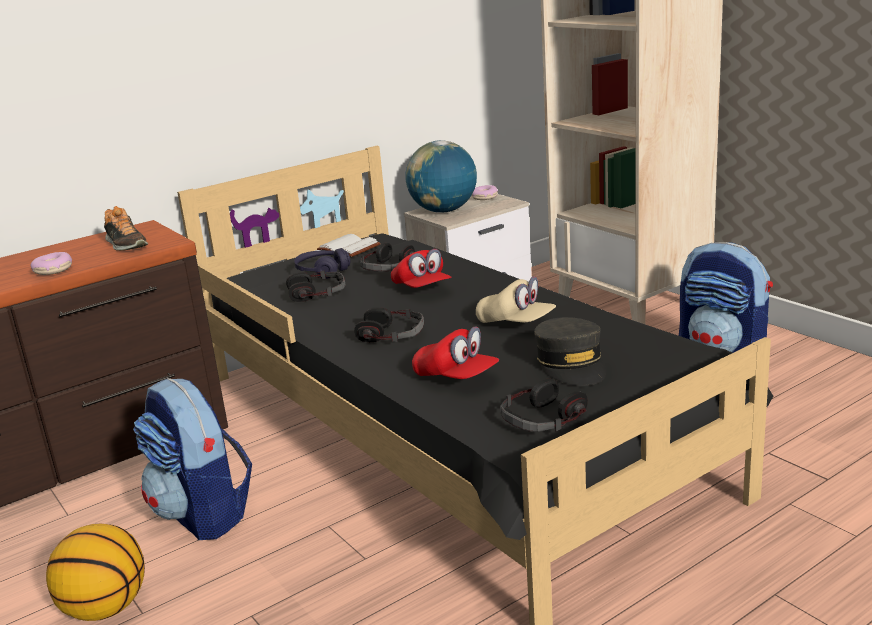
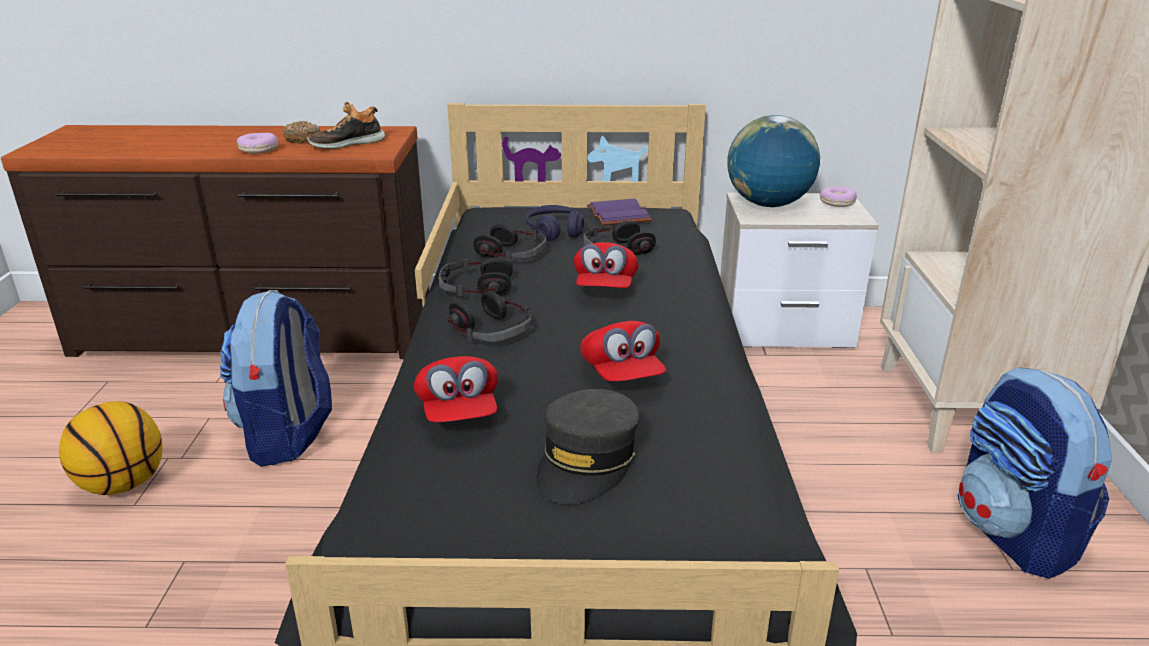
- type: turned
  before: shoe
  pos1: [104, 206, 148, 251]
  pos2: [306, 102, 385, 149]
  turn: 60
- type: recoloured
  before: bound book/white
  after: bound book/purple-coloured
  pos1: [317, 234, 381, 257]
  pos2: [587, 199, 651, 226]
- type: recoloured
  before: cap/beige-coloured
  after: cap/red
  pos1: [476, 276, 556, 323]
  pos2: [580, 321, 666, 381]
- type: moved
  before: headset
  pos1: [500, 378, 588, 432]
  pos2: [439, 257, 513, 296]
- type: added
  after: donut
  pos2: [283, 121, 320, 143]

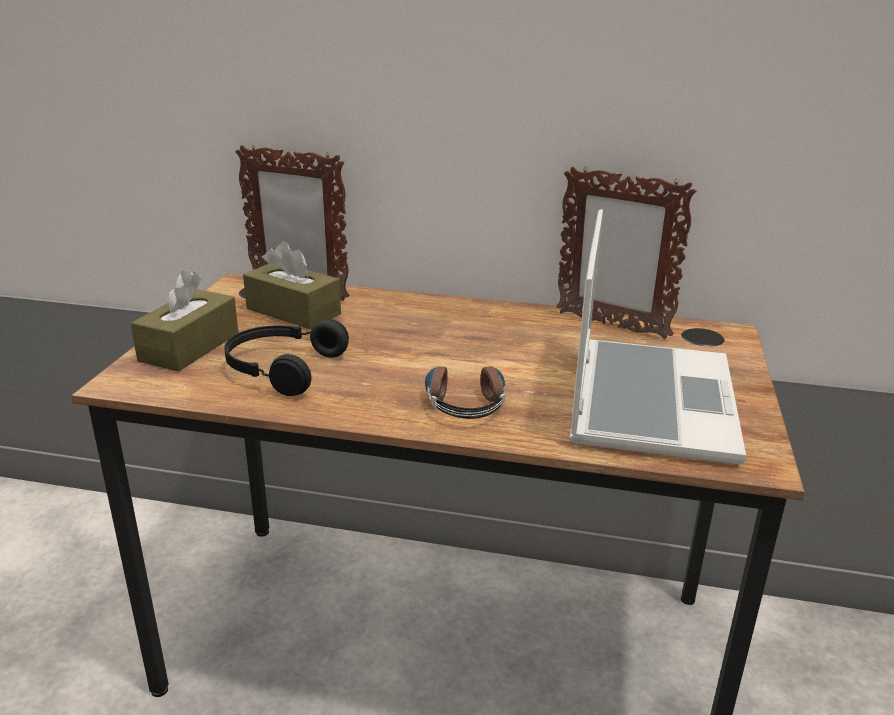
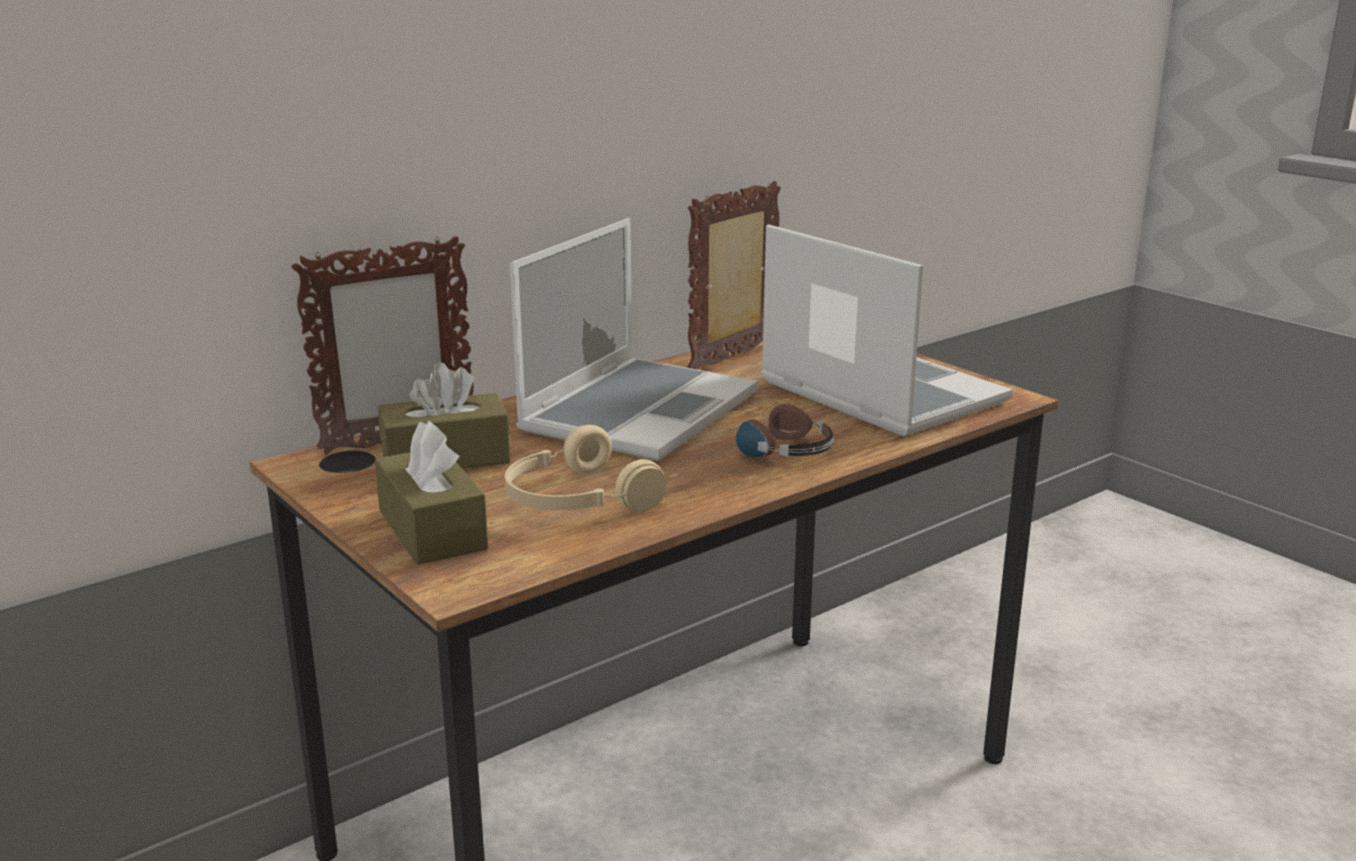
- type: recoloured
  before: headset/black
  after: headset/beige-coloured
  pos1: [224, 319, 349, 396]
  pos2: [505, 425, 666, 512]
- type: turned
  before: photo frame
  pos1: [556, 167, 696, 339]
  pos2: [688, 181, 781, 370]
  turn: 150
- type: added
  after: laptop
  pos2: [510, 218, 758, 461]

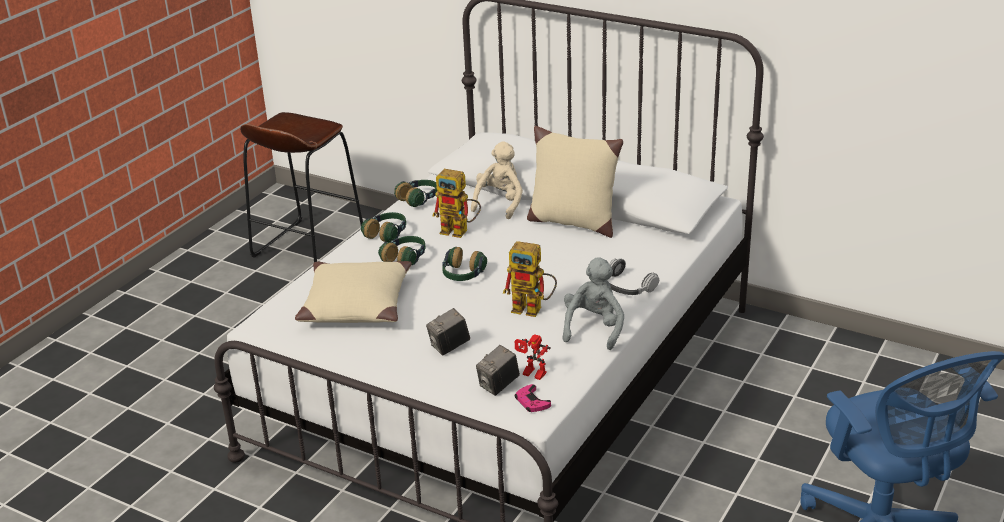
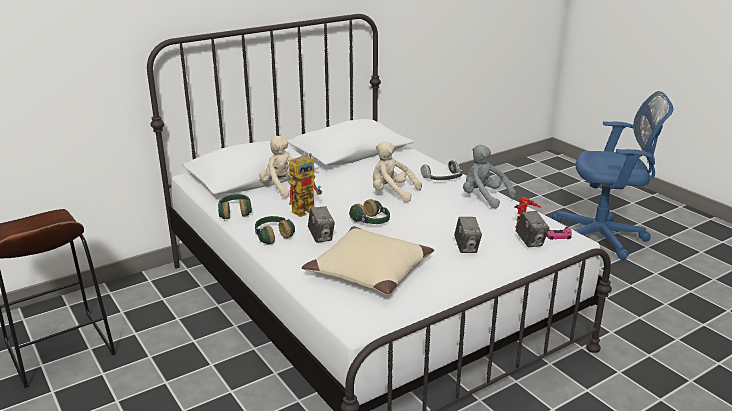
- type: replaced
  before: headset
  after: photo camera
  pos1: [378, 236, 426, 265]
  pos2: [308, 206, 335, 243]
- type: removed
  before: robot figure
  pos1: [503, 241, 557, 317]
- type: removed
  before: pillow/beige-coloured
  pos1: [527, 126, 623, 238]
- type: added
  after: plush toy/beige-coloured
  pos2: [373, 141, 422, 202]

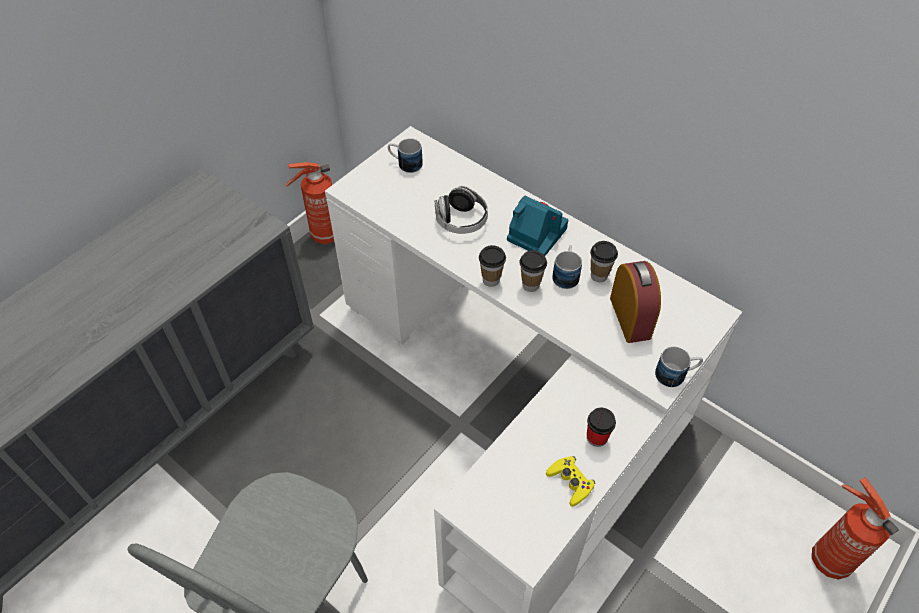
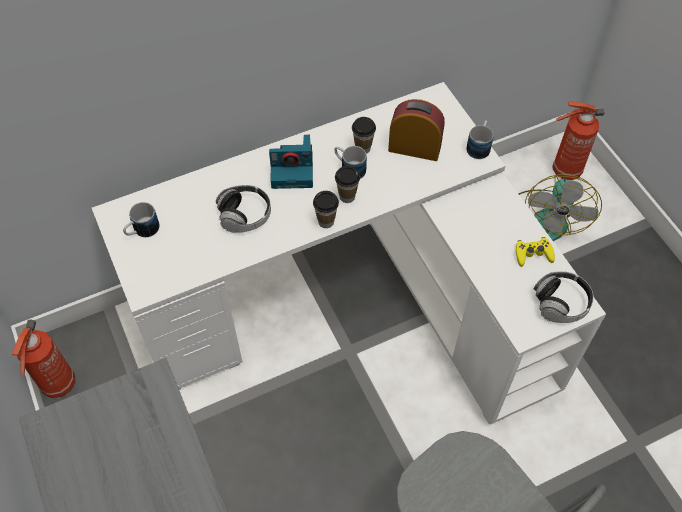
- type: turned
  before: photo camera
  pos1: [507, 196, 568, 256]
  pos2: [269, 135, 313, 189]
  turn: -150
- type: removed
  before: small cup
  pos1: [587, 408, 616, 447]
- type: added
  after: fan
  pos2: [518, 174, 602, 241]
- type: added
  after: headset
  pos2: [534, 271, 594, 323]

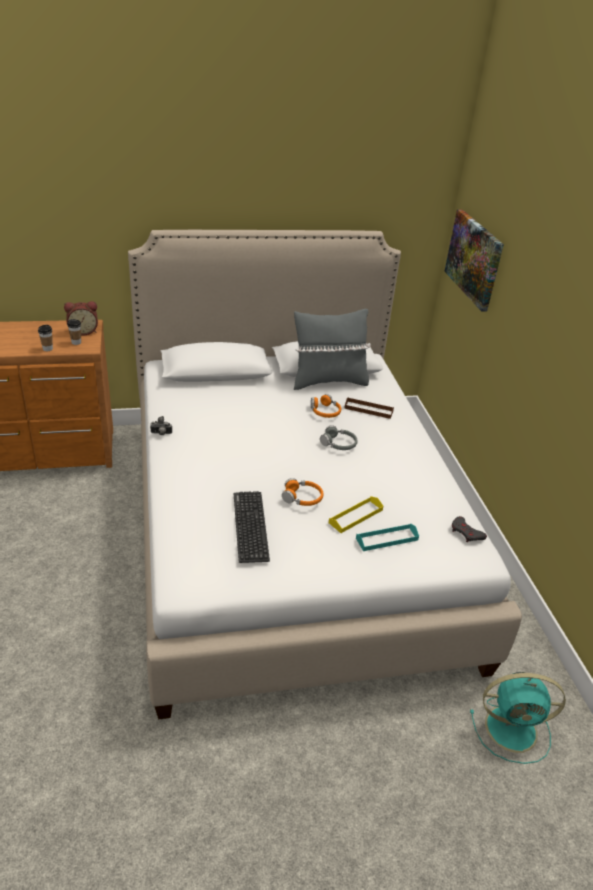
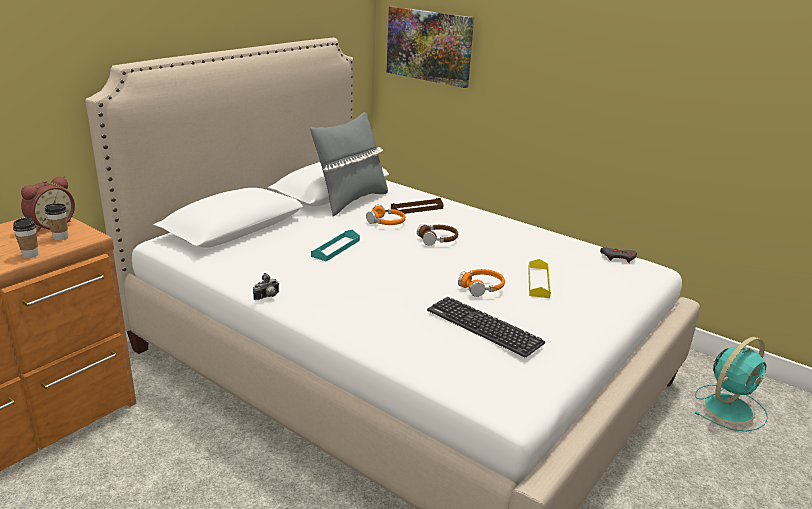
- type: recoloured
  before: headset/grey
  after: headset/brown
  pos1: [320, 425, 358, 450]
  pos2: [417, 224, 458, 245]
- type: moved
  before: tray/turquoise-coloured
  pos1: [356, 523, 419, 551]
  pos2: [311, 229, 360, 262]

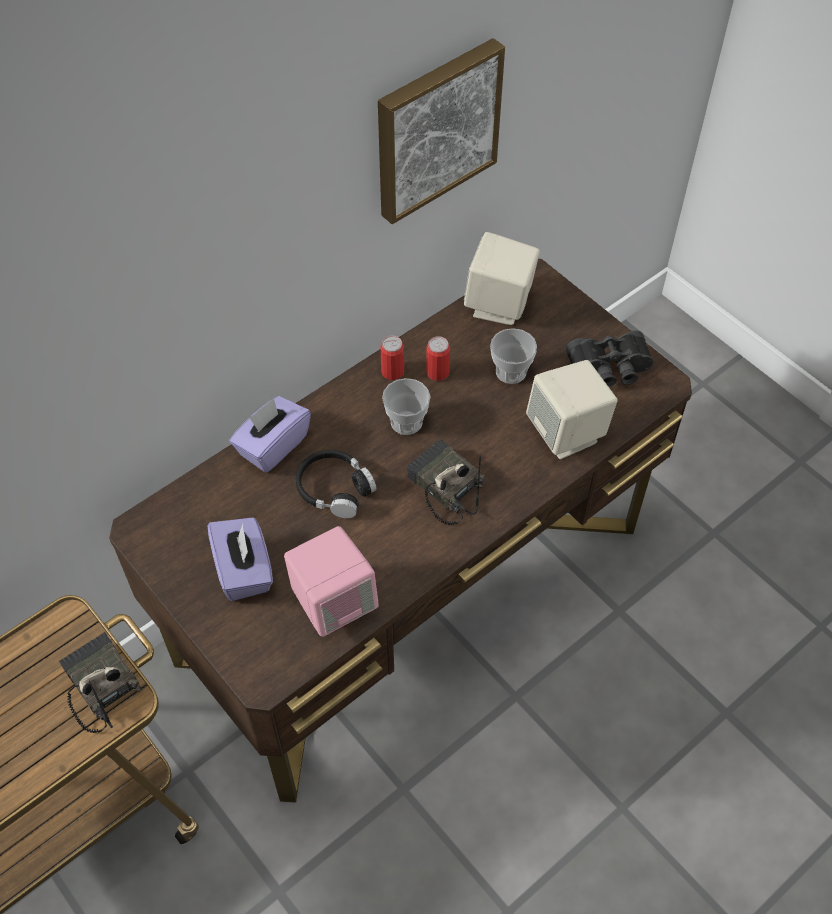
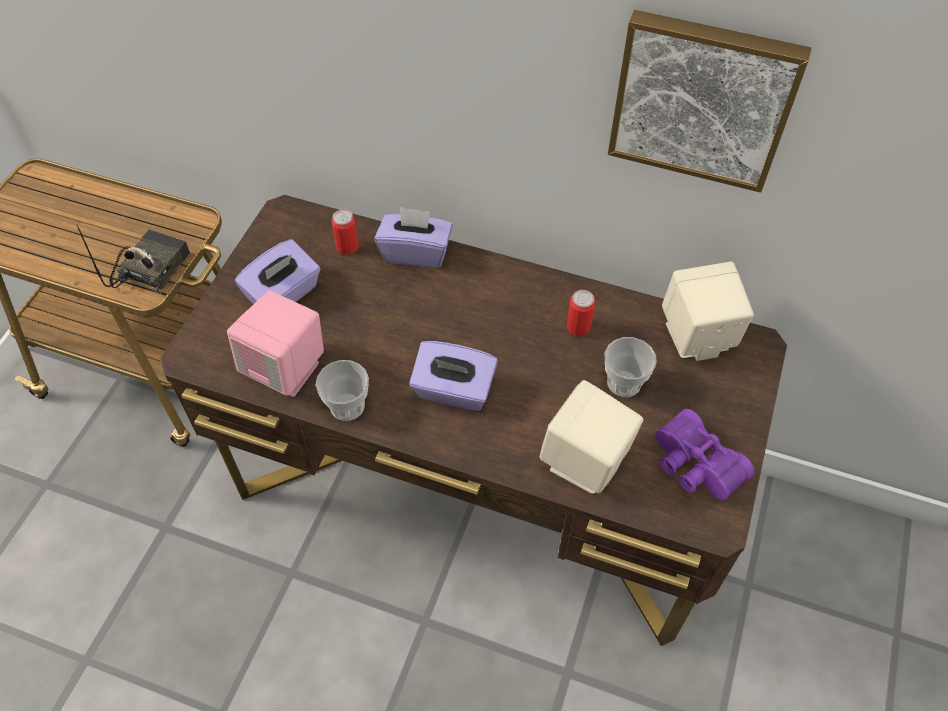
- type: removed
  before: headset/black
  pos1: [296, 450, 376, 518]
- type: moved
  before: sealed can
  pos1: [380, 336, 404, 380]
  pos2: [331, 209, 359, 255]
- type: moved
  before: small cup
  pos1: [382, 378, 431, 435]
  pos2: [315, 360, 369, 421]
- type: replaced
  before: radio
  after: tissue box/purple-coloured
  pos1: [407, 439, 485, 525]
  pos2: [409, 341, 498, 411]
- type: recoloured
  before: pair of binoculars/black
  after: pair of binoculars/purple-coloured
  pos1: [566, 331, 653, 387]
  pos2: [655, 409, 755, 500]

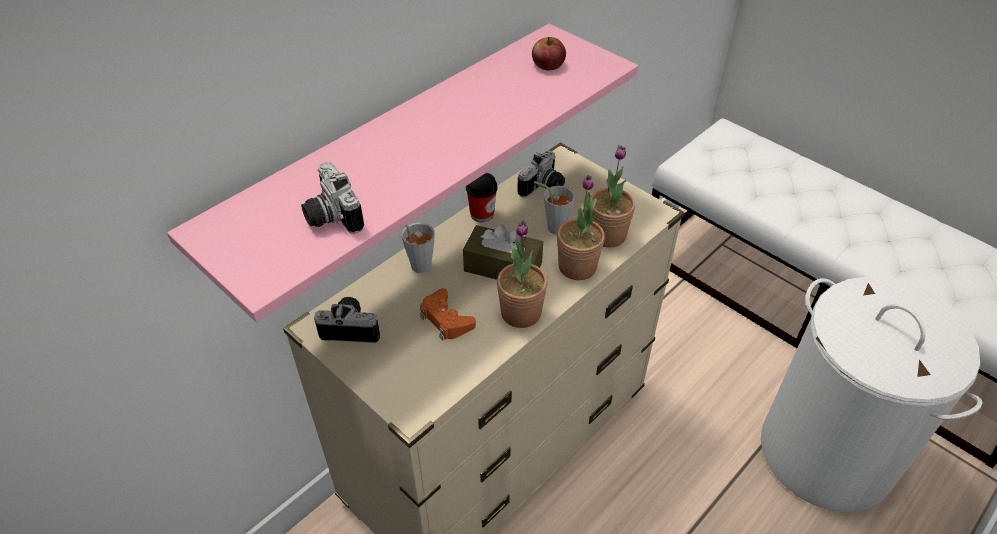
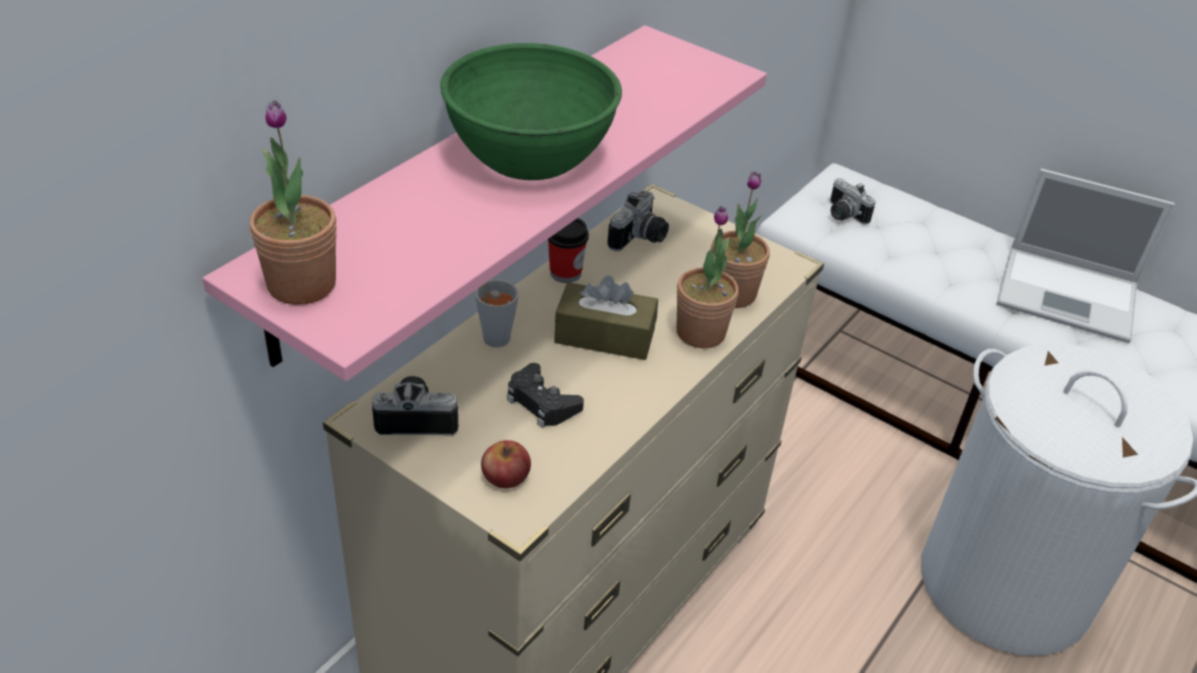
- type: moved
  before: photo camera
  pos1: [301, 162, 364, 234]
  pos2: [830, 178, 876, 225]
- type: recoloured
  before: gamepad/orange
  after: gamepad/black
  pos1: [420, 288, 476, 341]
  pos2: [507, 363, 584, 428]
- type: moved
  before: potted plant
  pos1: [497, 220, 547, 328]
  pos2: [249, 100, 337, 305]
- type: moved
  before: whole apple
  pos1: [532, 37, 566, 70]
  pos2: [481, 440, 531, 489]
- type: removed
  before: small cup/grey
  pos1: [534, 181, 575, 234]
- type: added
  after: deep dish/greenish
  pos2: [440, 43, 622, 180]
- type: added
  after: laptop
  pos2: [997, 168, 1175, 343]

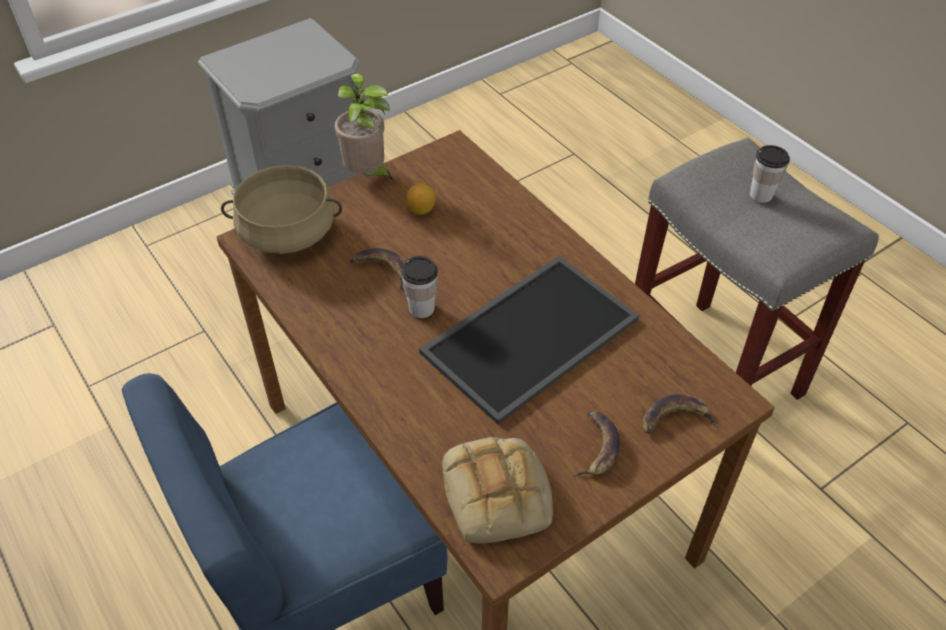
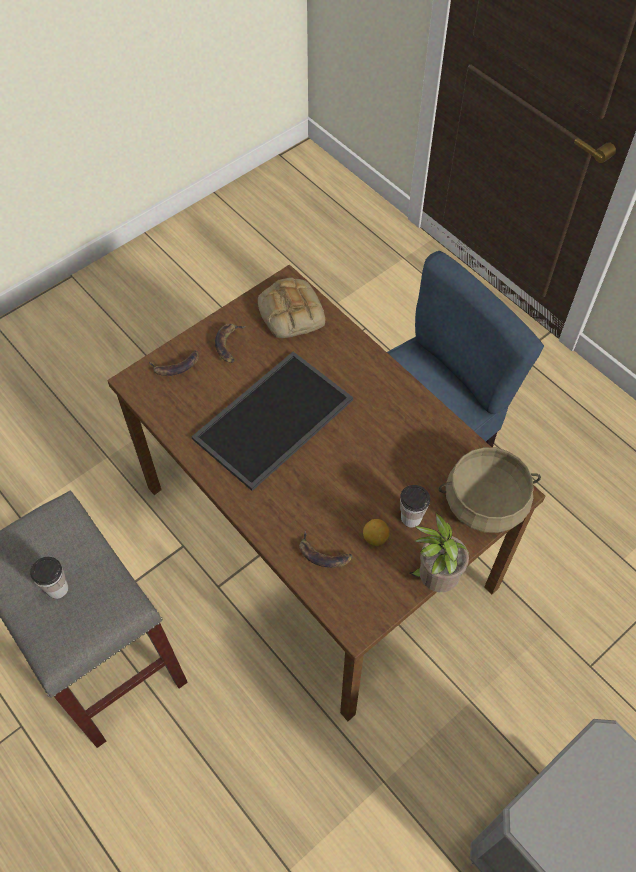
- type: moved
  before: banana
  pos1: [350, 248, 405, 292]
  pos2: [299, 531, 352, 568]
- type: moved
  before: small cup
  pos1: [401, 256, 438, 318]
  pos2: [400, 485, 430, 528]

